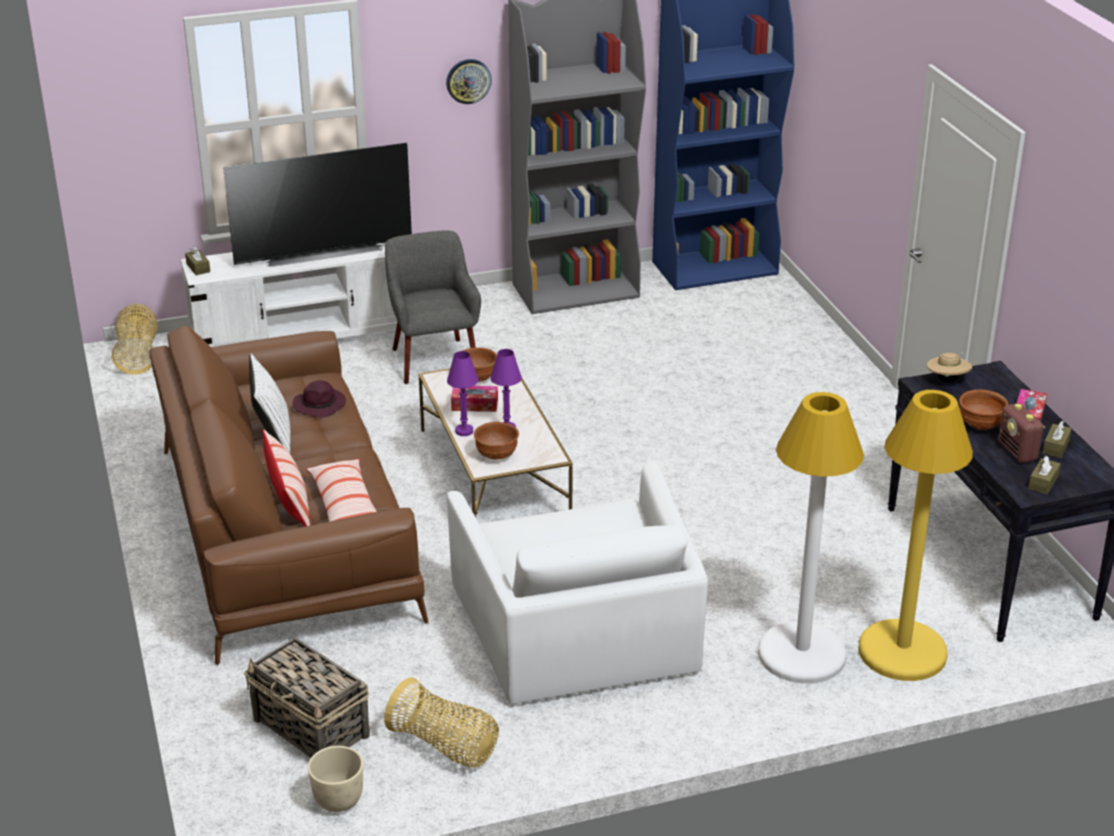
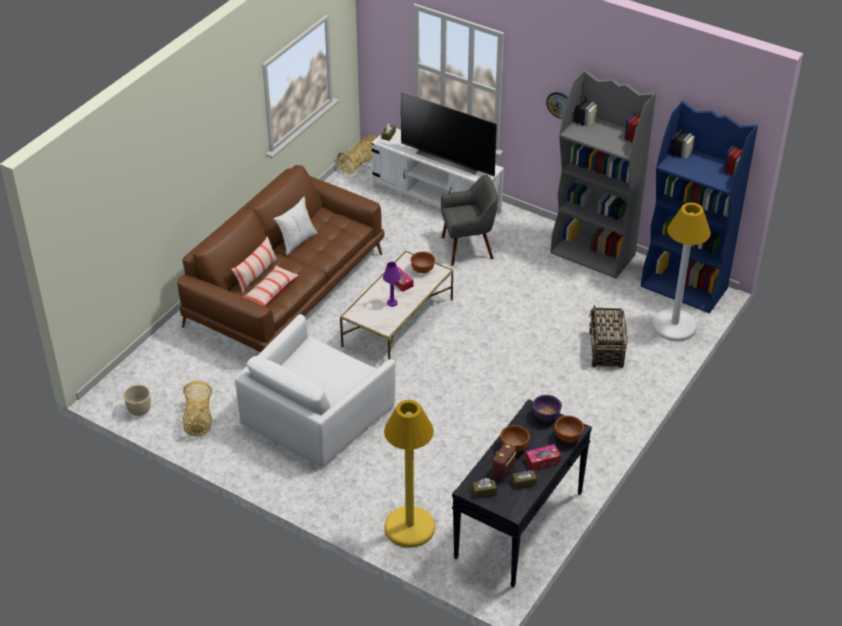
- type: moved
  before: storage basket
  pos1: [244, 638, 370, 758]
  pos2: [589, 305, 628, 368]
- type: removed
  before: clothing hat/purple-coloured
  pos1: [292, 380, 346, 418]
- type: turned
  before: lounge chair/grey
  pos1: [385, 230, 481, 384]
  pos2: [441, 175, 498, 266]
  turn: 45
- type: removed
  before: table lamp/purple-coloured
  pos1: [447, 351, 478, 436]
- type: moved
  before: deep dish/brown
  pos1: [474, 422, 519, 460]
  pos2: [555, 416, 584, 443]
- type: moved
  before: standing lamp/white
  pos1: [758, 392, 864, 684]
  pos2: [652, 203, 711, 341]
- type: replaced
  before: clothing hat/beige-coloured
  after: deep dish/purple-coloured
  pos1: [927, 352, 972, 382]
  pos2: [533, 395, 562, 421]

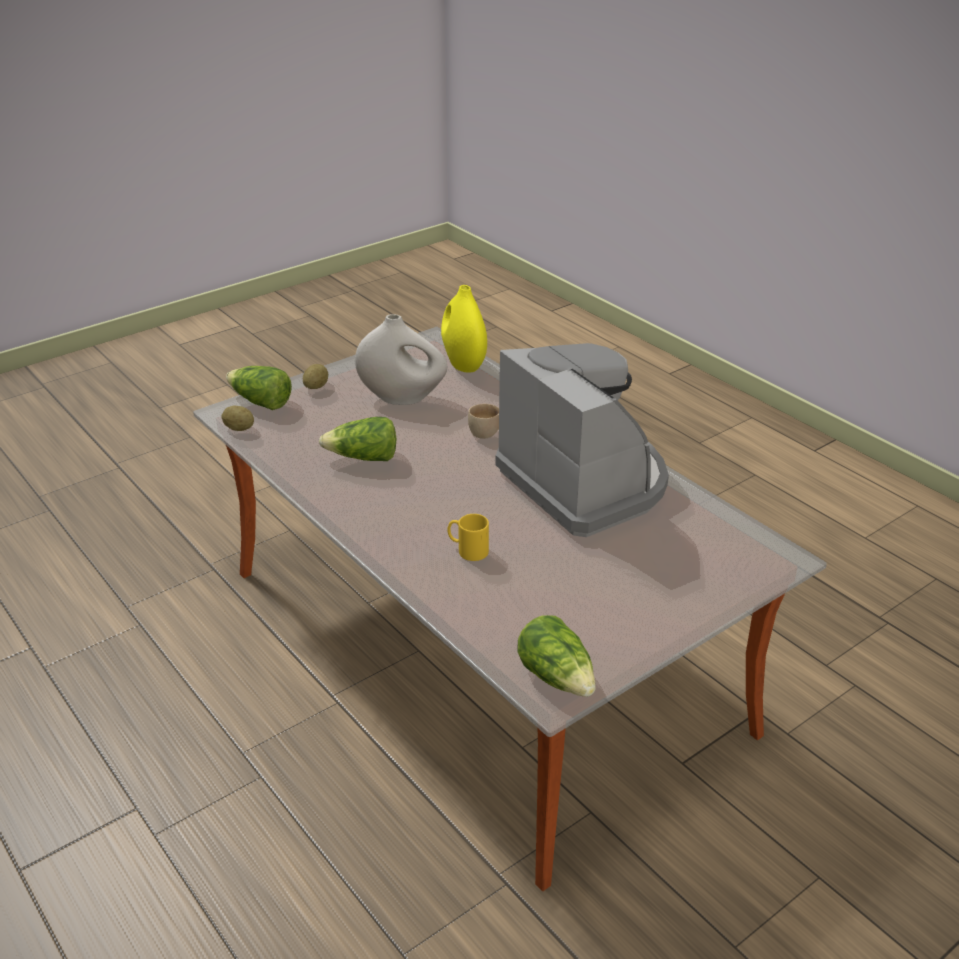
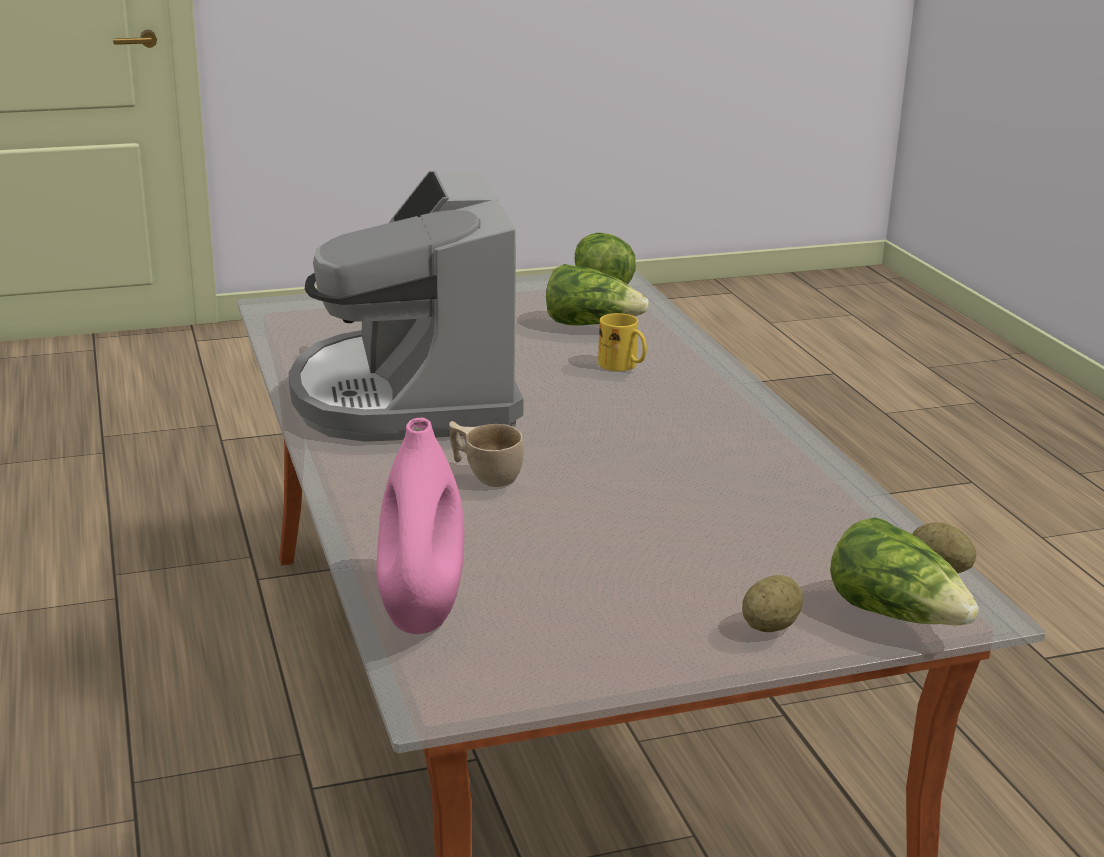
- type: moved
  before: head of lettuce
  pos1: [319, 417, 396, 461]
  pos2: [546, 264, 649, 326]
- type: removed
  before: decorative vase/white
  pos1: [355, 314, 447, 405]
- type: recoloured
  before: decorative vase/yellow
  after: decorative vase/pink-coloured
  pos1: [441, 285, 487, 373]
  pos2: [376, 418, 464, 634]

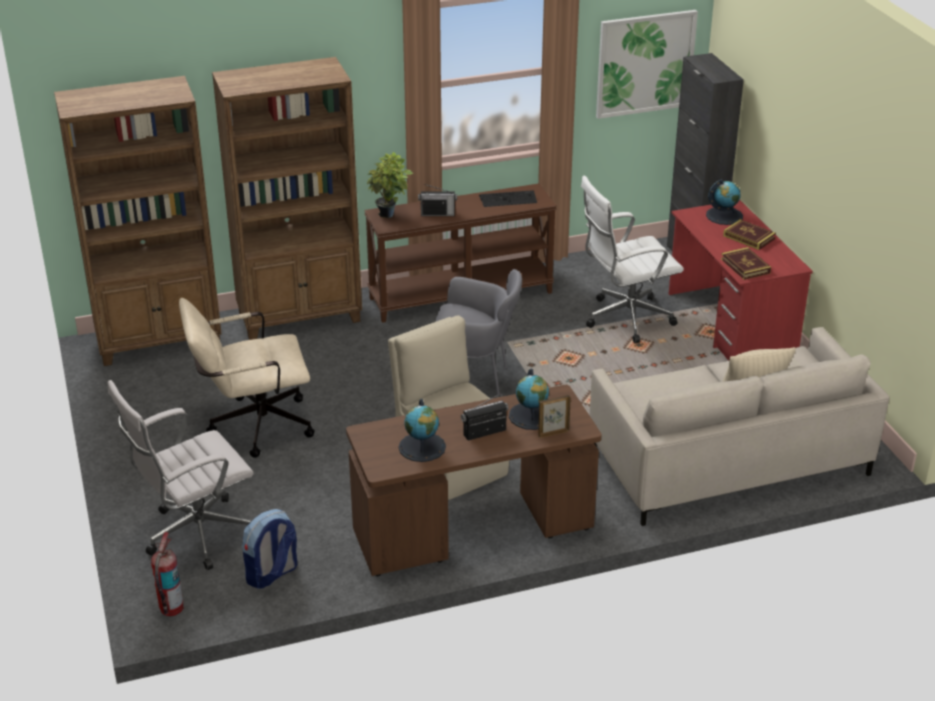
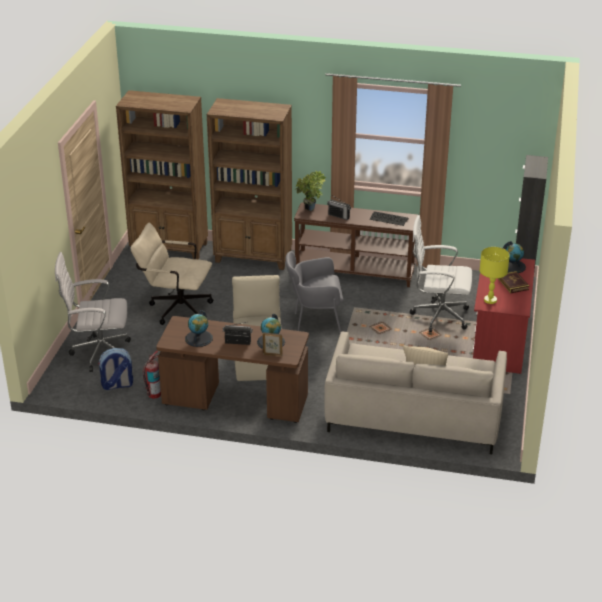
- type: moved
  before: fire-fighting cylinder
  pos1: [151, 532, 184, 616]
  pos2: [143, 351, 161, 399]
- type: turned
  before: lounge chair/grey
  pos1: [435, 269, 522, 396]
  pos2: [285, 251, 343, 333]
  turn: 135
- type: removed
  before: wall art
  pos1: [596, 10, 698, 119]
- type: replaced
  before: bound book
  after: table lamp/yellow
  pos1: [721, 247, 771, 280]
  pos2: [480, 247, 510, 304]

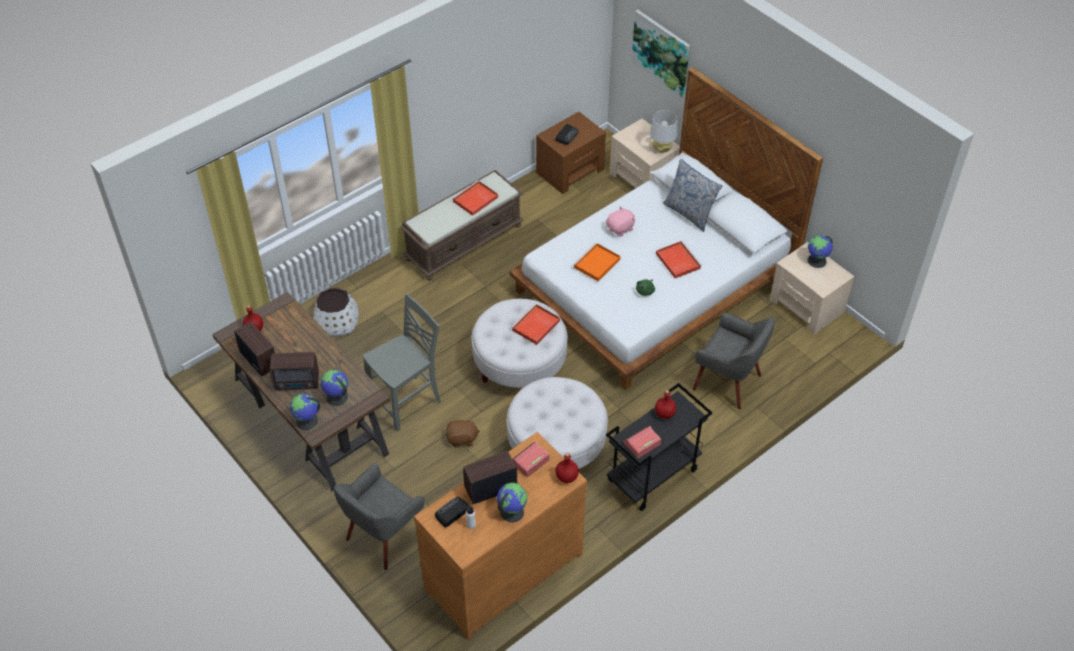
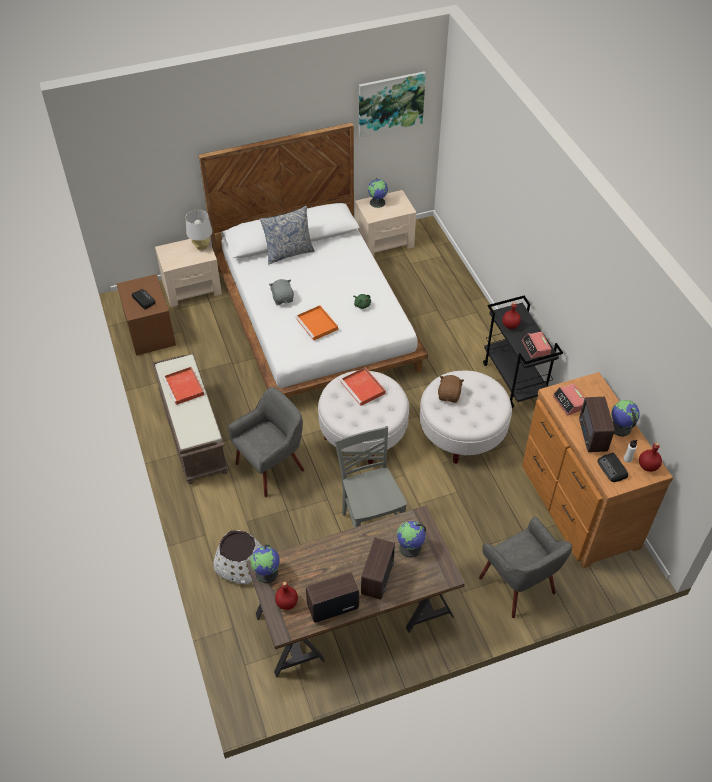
- type: moved
  before: globe
  pos1: [290, 393, 320, 430]
  pos2: [250, 544, 279, 583]
- type: moved
  before: plush toy/brown
  pos1: [446, 417, 480, 448]
  pos2: [438, 375, 464, 403]
- type: moved
  before: beverage bottle/red
  pos1: [555, 453, 579, 483]
  pos2: [639, 442, 662, 472]
- type: recoloured
  before: plush toy/pink-coloured
  after: plush toy/grey
  pos1: [606, 206, 635, 237]
  pos2: [269, 279, 294, 305]
- type: moved
  before: wall art
  pos1: [632, 10, 690, 98]
  pos2: [359, 71, 426, 138]
- type: removed
  before: tray/red
  pos1: [656, 241, 702, 278]
- type: moved
  before: lounge chair/grey
  pos1: [692, 312, 775, 409]
  pos2: [228, 387, 304, 497]

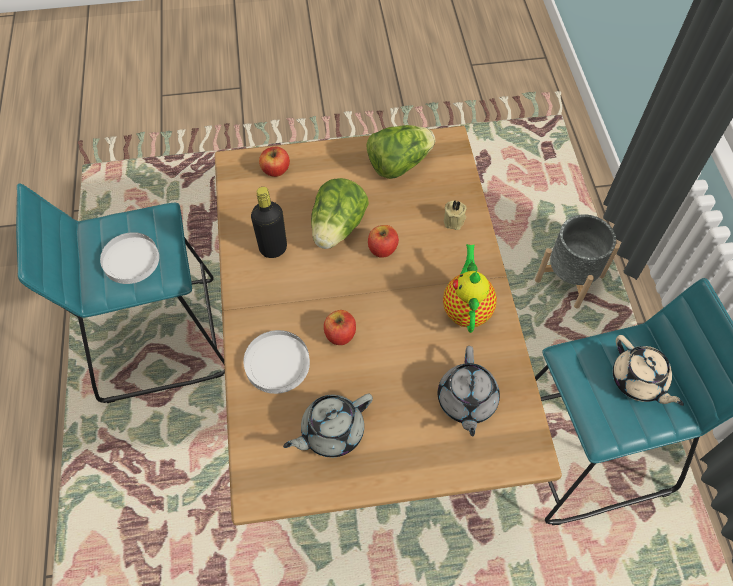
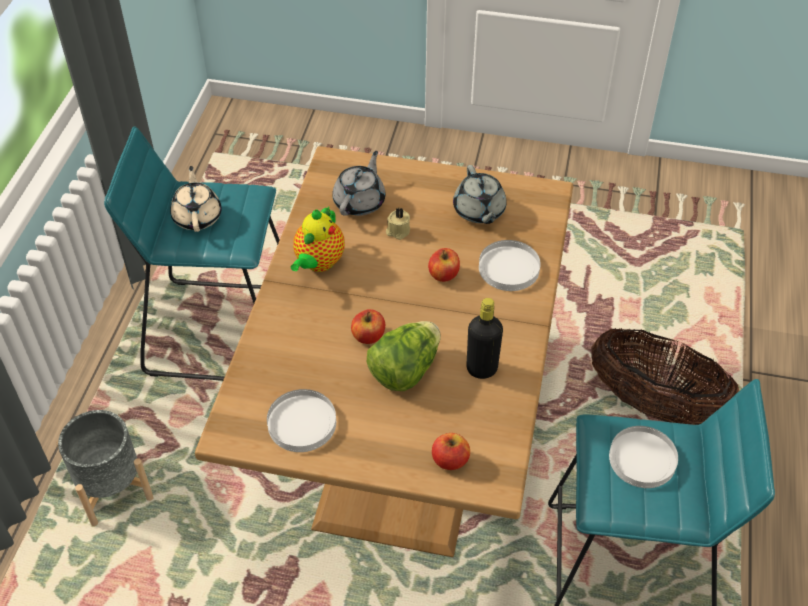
- type: turned
  before: pot for tea/grey
  pos1: [283, 394, 373, 457]
  pos2: [453, 165, 507, 224]
  turn: 90
- type: replaced
  before: head of lettuce
  after: flat dish/white
  pos1: [366, 125, 435, 179]
  pos2: [267, 389, 336, 452]
- type: moved
  before: wax light/beige-coloured
  pos1: [444, 201, 466, 230]
  pos2: [386, 208, 410, 240]
- type: added
  after: storage basket
  pos2: [591, 328, 739, 425]

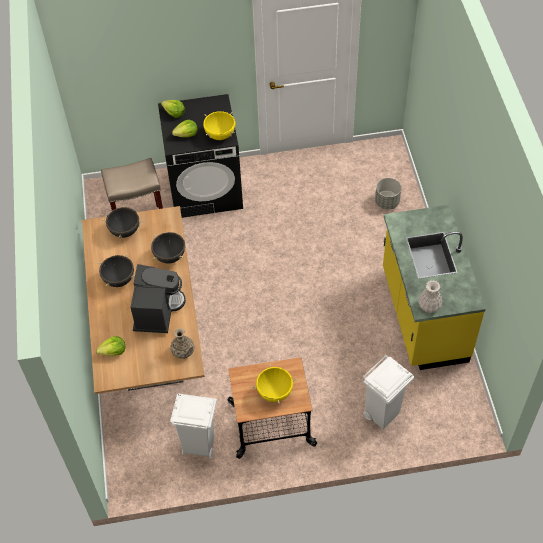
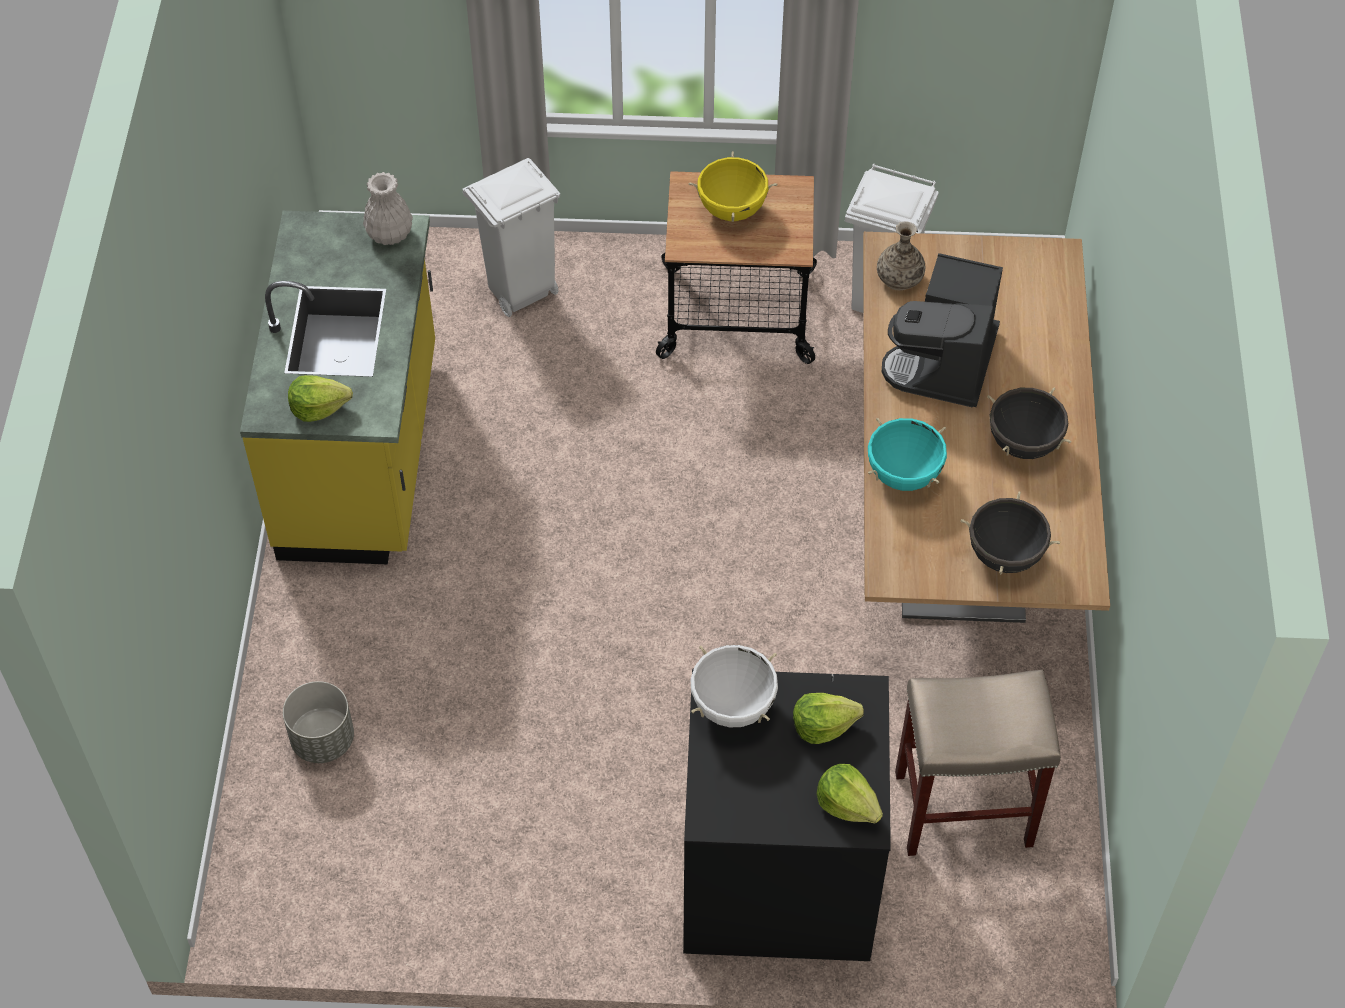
- type: moved
  before: head of lettuce
  pos1: [96, 336, 126, 356]
  pos2: [288, 375, 353, 422]
- type: recoloured
  before: saucepot/black
  after: saucepot/turquoise-coloured
  pos1: [151, 232, 185, 264]
  pos2: [868, 418, 947, 491]
- type: recoloured
  before: saucepot/yellow
  after: saucepot/white
  pos1: [203, 111, 235, 140]
  pos2: [691, 645, 778, 727]

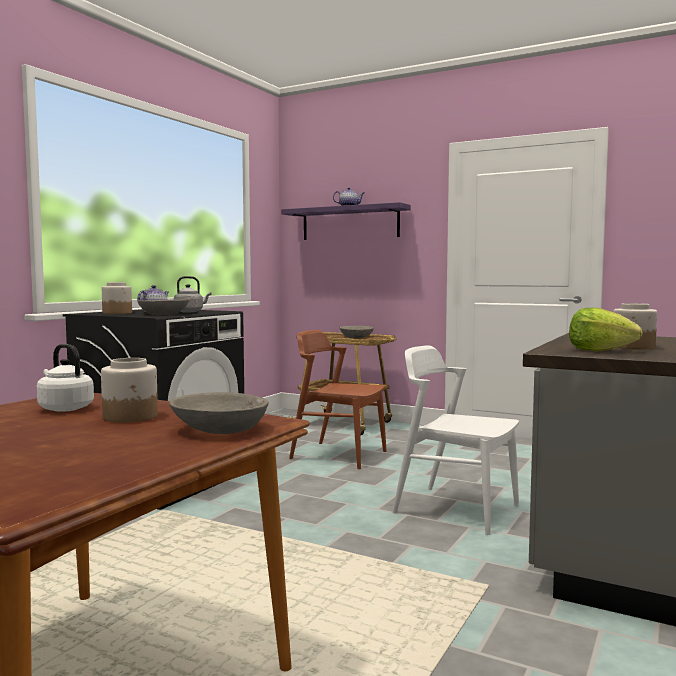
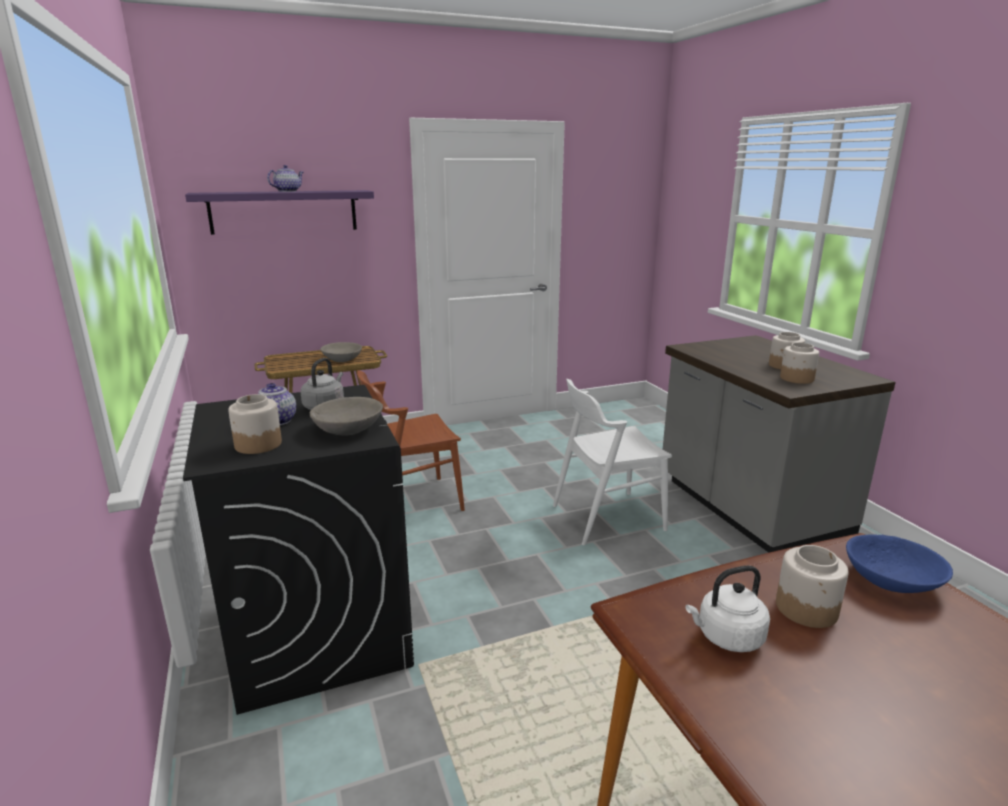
- type: recoloured
  before: deep dish/grey
  after: deep dish/bluish
  pos1: [169, 392, 269, 434]
  pos2: [846, 534, 953, 593]
- type: replaced
  before: head of lettuce
  after: jar
  pos1: [569, 308, 643, 351]
  pos2: [780, 343, 819, 384]

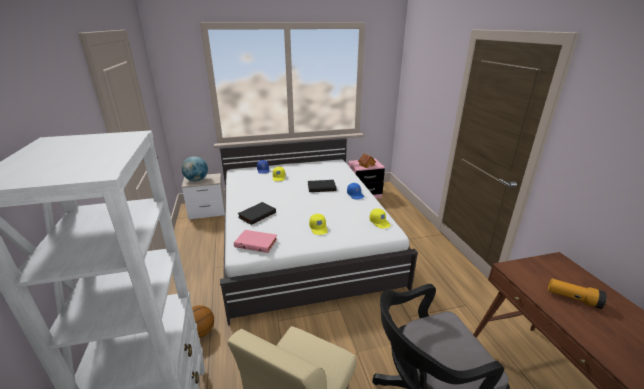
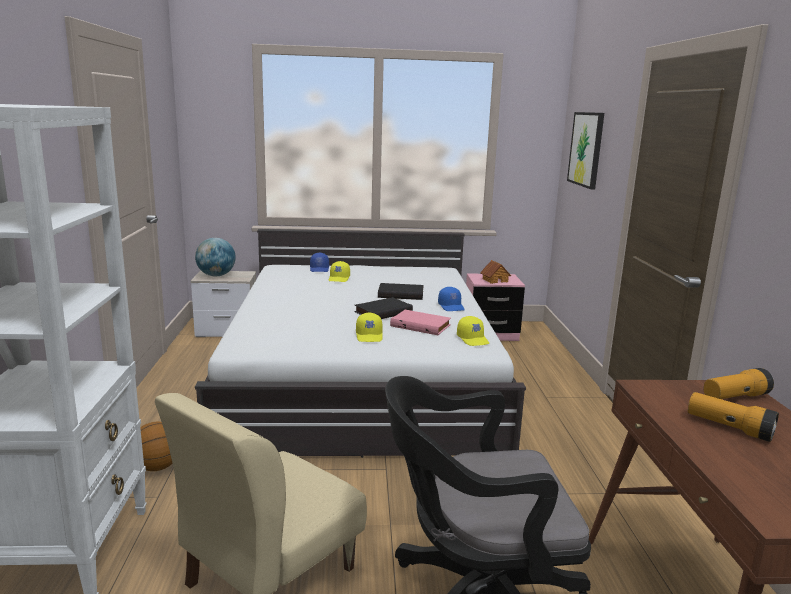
- type: moved
  before: bound book/pink-coloured
  pos1: [234, 230, 277, 253]
  pos2: [390, 310, 451, 335]
- type: moved
  before: bound book/black
  pos1: [237, 202, 276, 225]
  pos2: [354, 297, 413, 319]
- type: added
  after: wall art
  pos2: [567, 112, 604, 189]
- type: added
  after: flashlight
  pos2: [703, 368, 774, 399]

